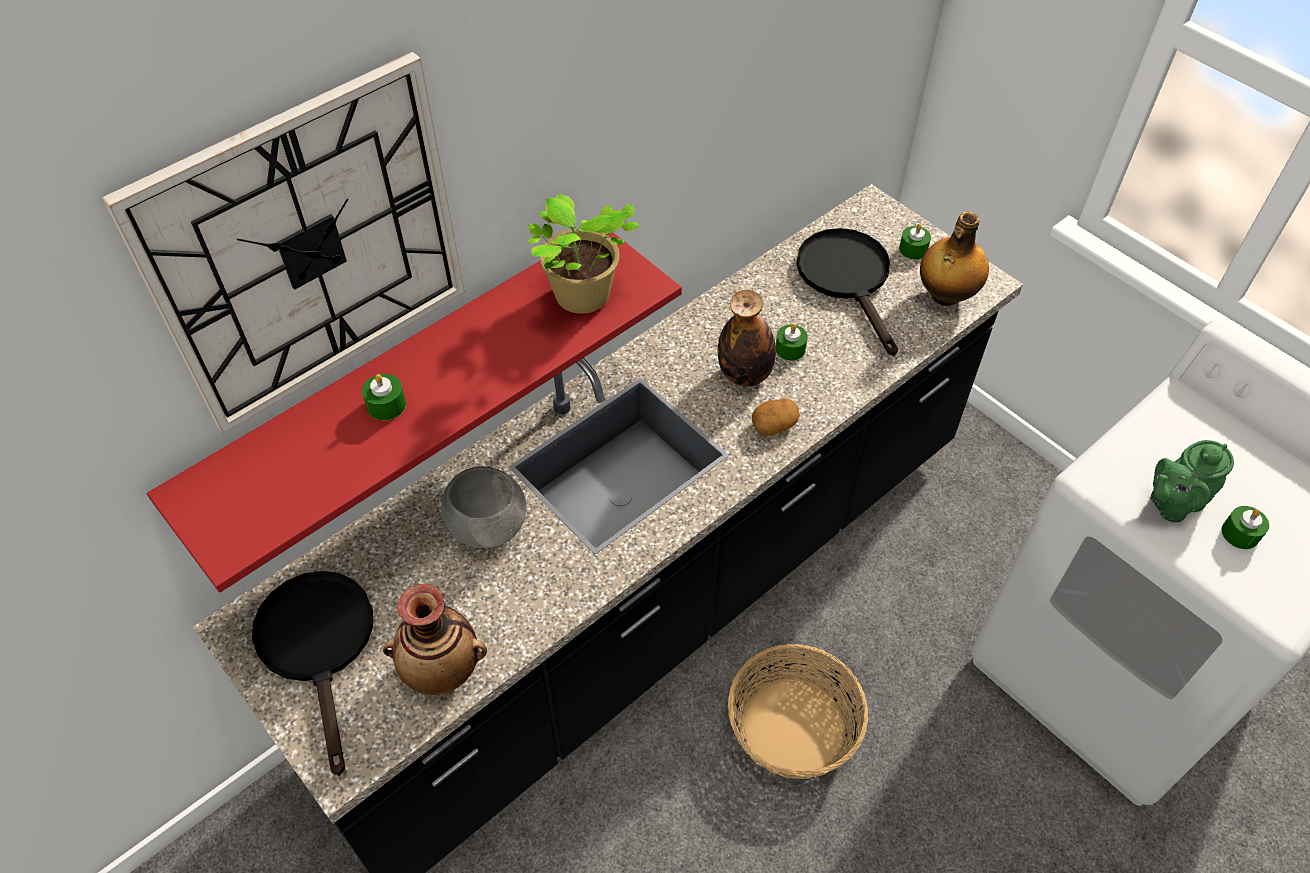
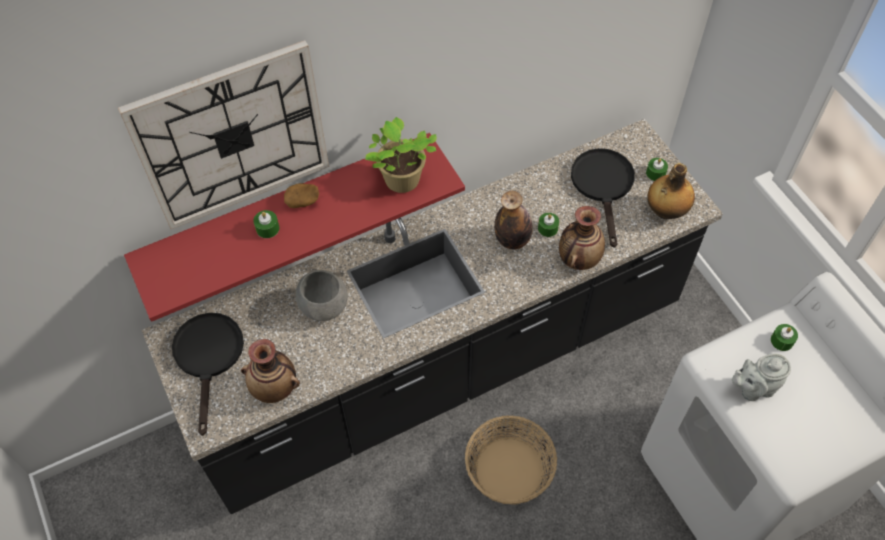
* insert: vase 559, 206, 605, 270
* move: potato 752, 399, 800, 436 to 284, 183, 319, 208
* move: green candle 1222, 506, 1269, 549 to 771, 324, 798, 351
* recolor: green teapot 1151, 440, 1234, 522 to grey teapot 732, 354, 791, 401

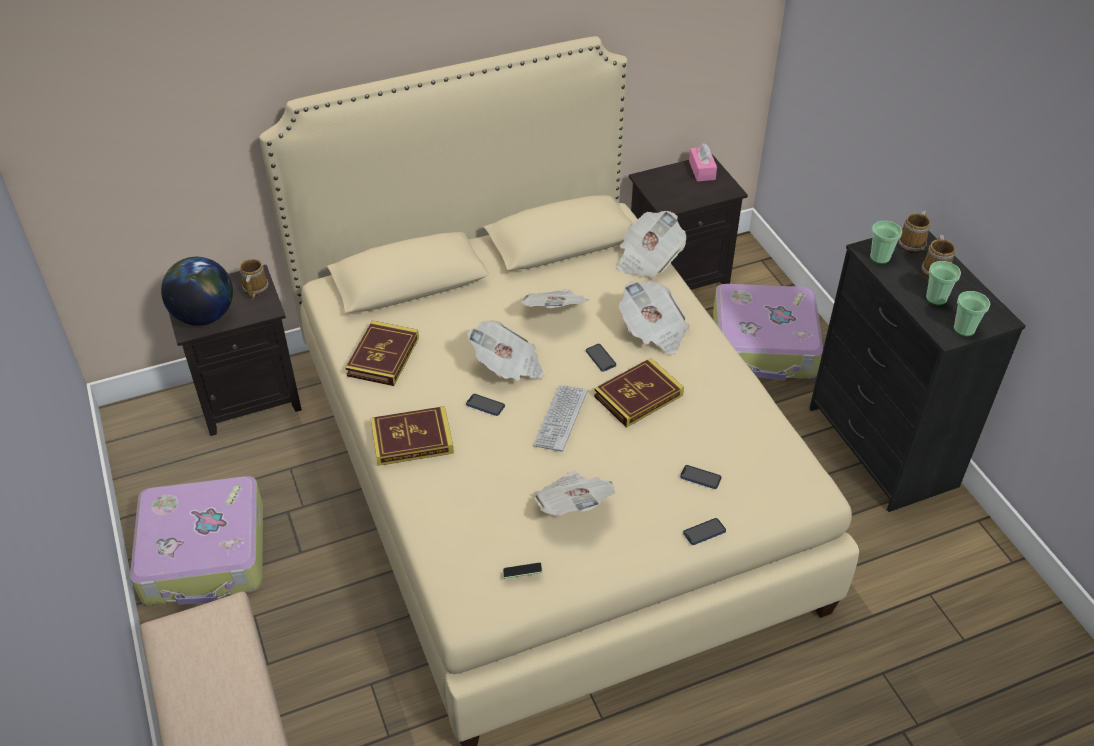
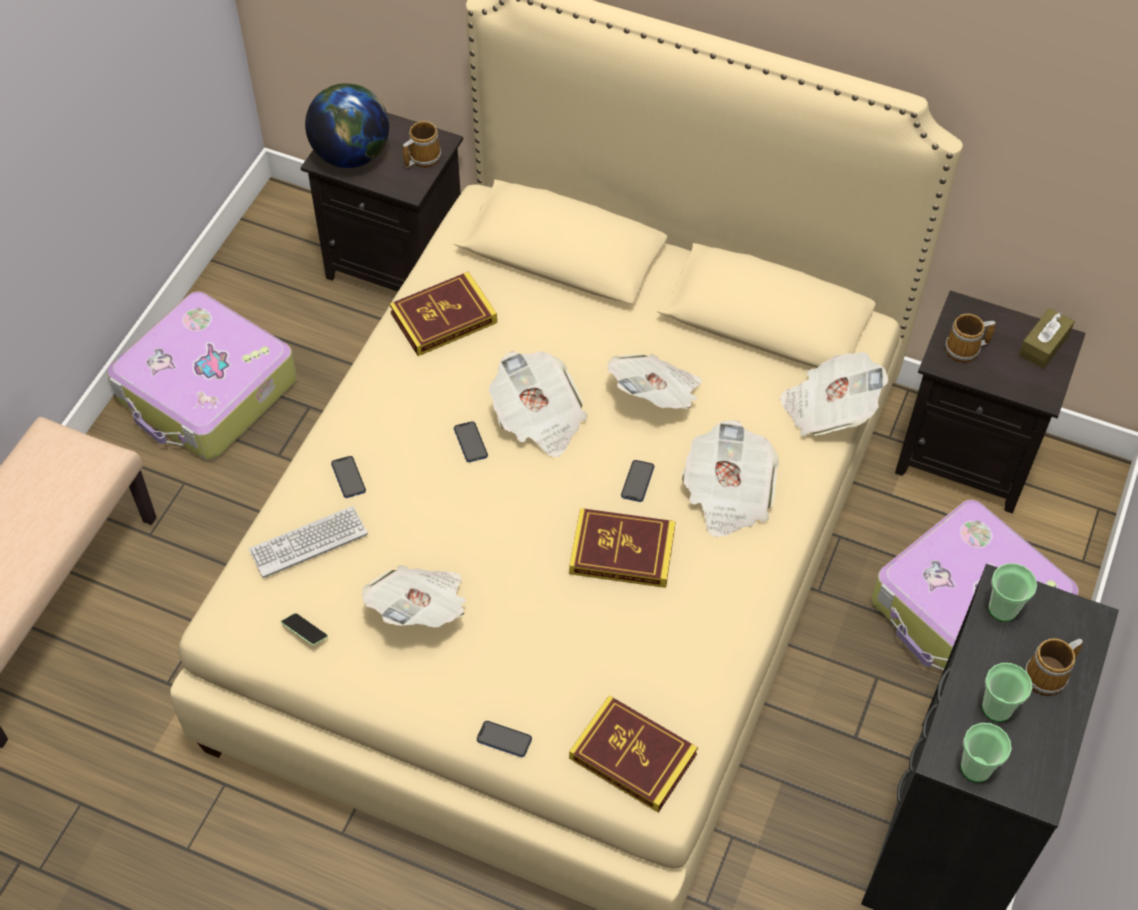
* move: book 371, 406, 454, 466 to 569, 695, 698, 813
* move: keyboard 533, 385, 588, 452 to 249, 506, 368, 578
* move: phone 680, 465, 722, 489 to 331, 456, 366, 498
* move: mug 898, 211, 931, 254 to 945, 314, 996, 363
* recolor: pink tissue box 689, 143, 717, 182 to brown tissue box 1019, 308, 1075, 369

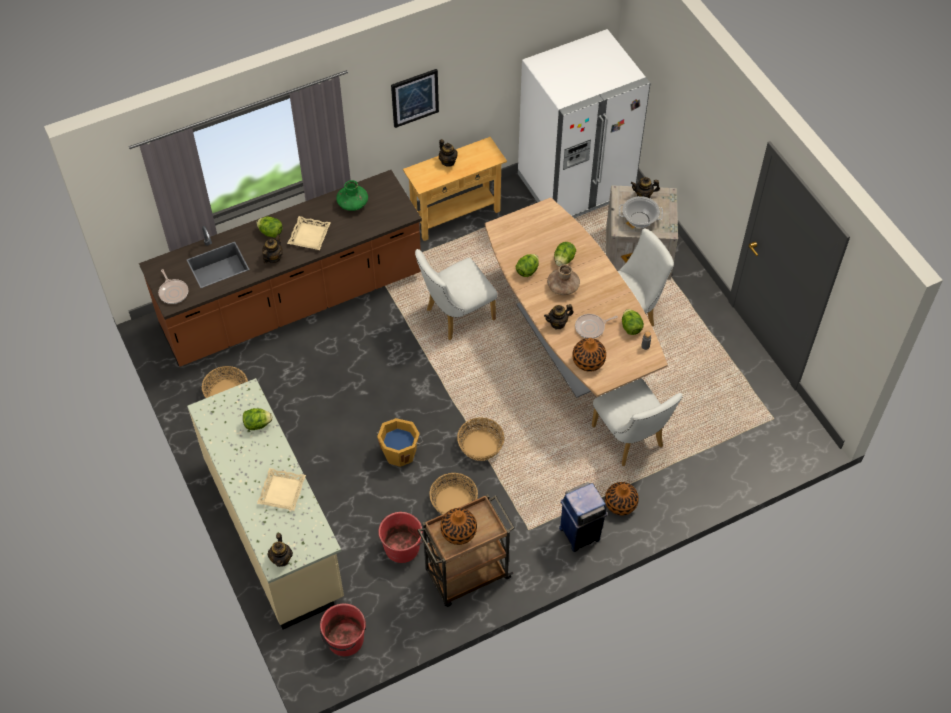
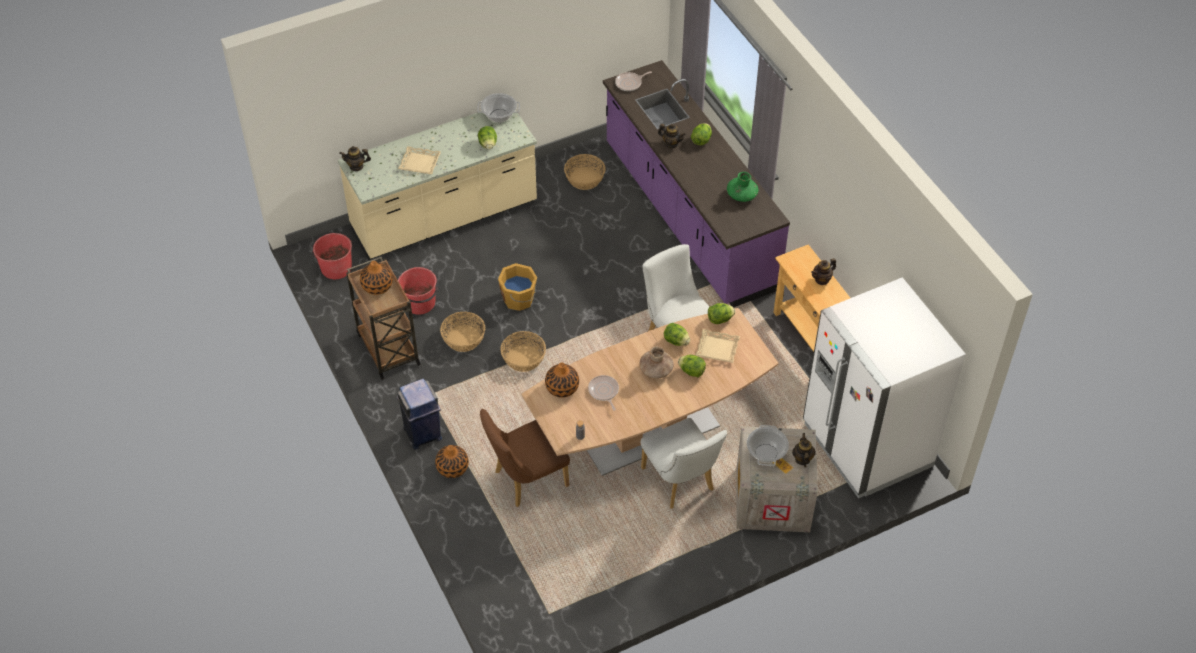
* delete: picture 391, 69, 439, 128
* delete: teapot 544, 304, 574, 329
* insert: cooking pot 477, 93, 520, 123
* move: beige tray 287, 216, 331, 250 to 695, 329, 740, 363
* move: lettuce 622, 309, 644, 335 to 708, 303, 735, 324
* recolor: brown counter 139, 170, 422, 367 to purple counter 603, 60, 790, 307
* recolor: white chair 592, 378, 682, 466 to brown chair 480, 409, 570, 507

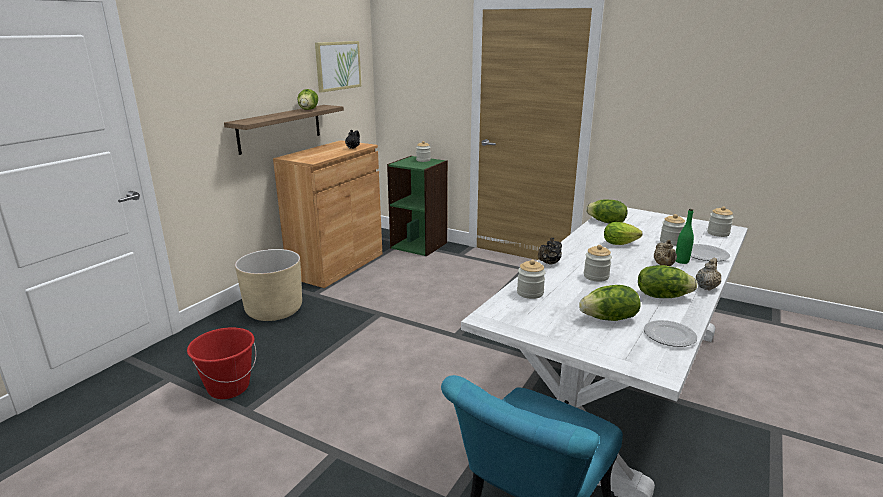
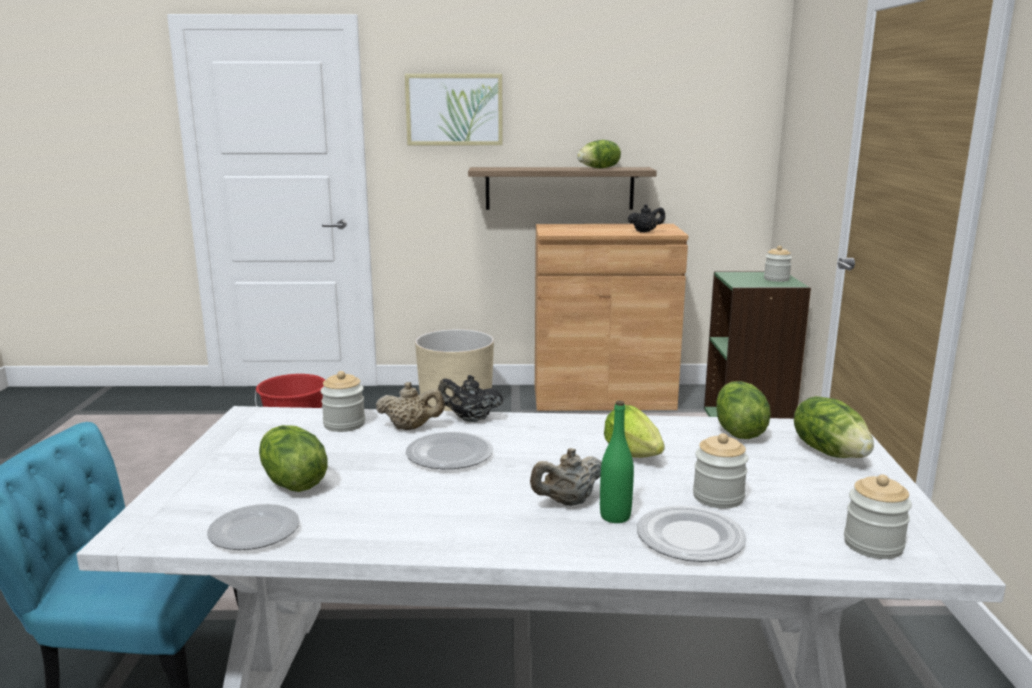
* move: picture 315, 41, 361, 93 to 405, 74, 503, 145
* move: lettuce 638, 265, 697, 298 to 794, 396, 874, 458
* move: beige teapot 696, 258, 721, 291 to 376, 382, 445, 430
* replace: jar 584, 245, 612, 282 to plate 406, 432, 493, 469

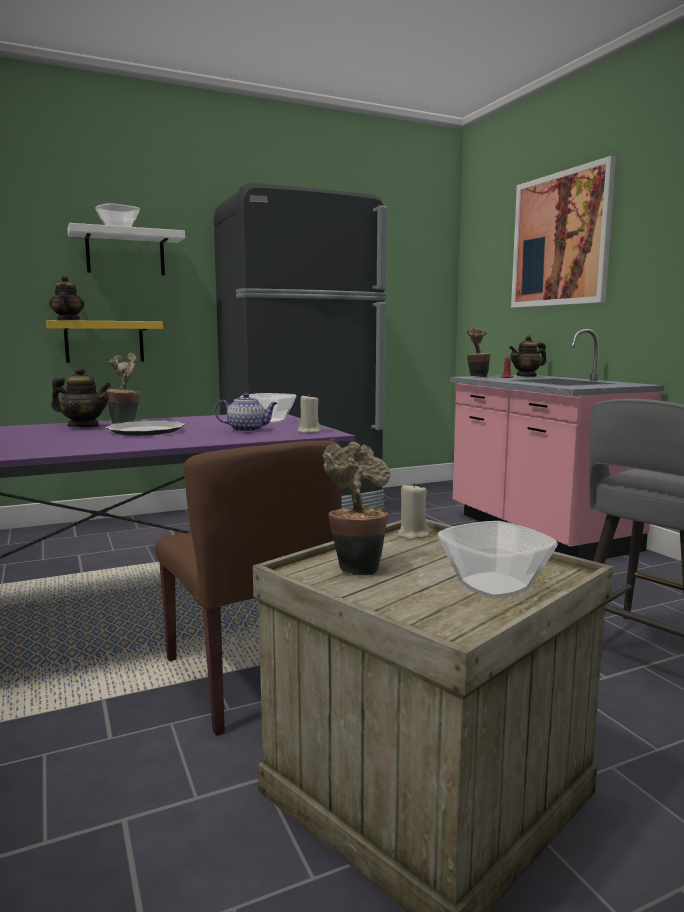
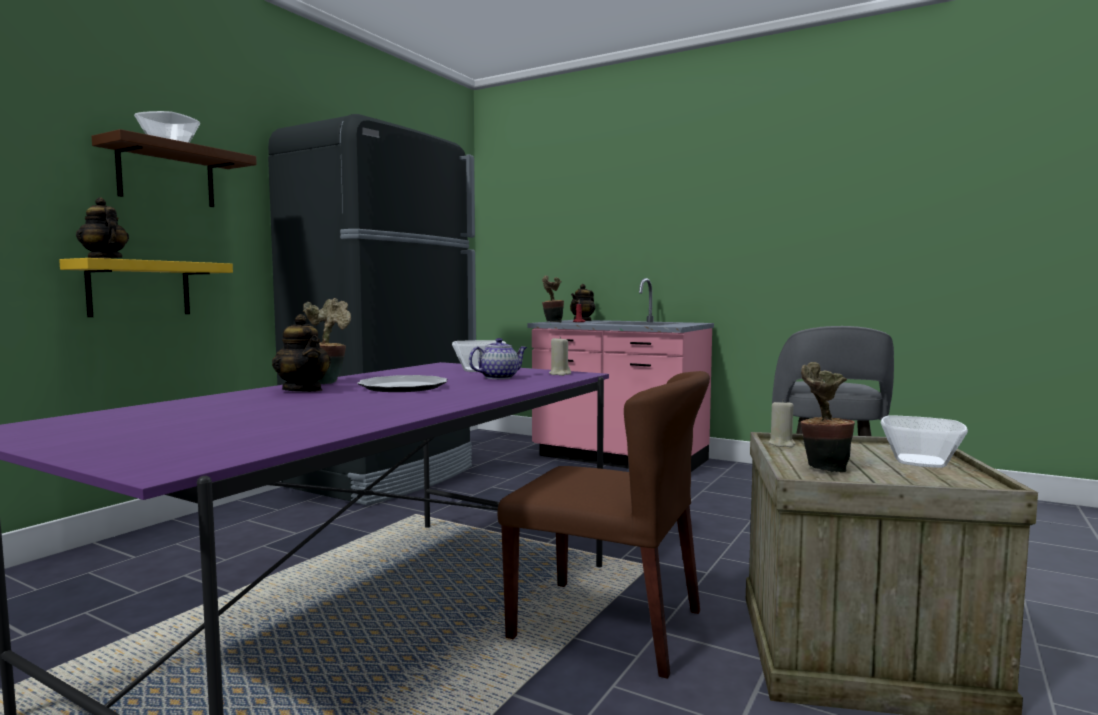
* delete: picture 511, 156, 616, 308
* recolor: white shelf 68, 223, 185, 275 to brown shelf 92, 129, 257, 207
* rotate: teapot 51, 366, 111, 427 = 272, 314, 331, 392 75 degrees clockwise

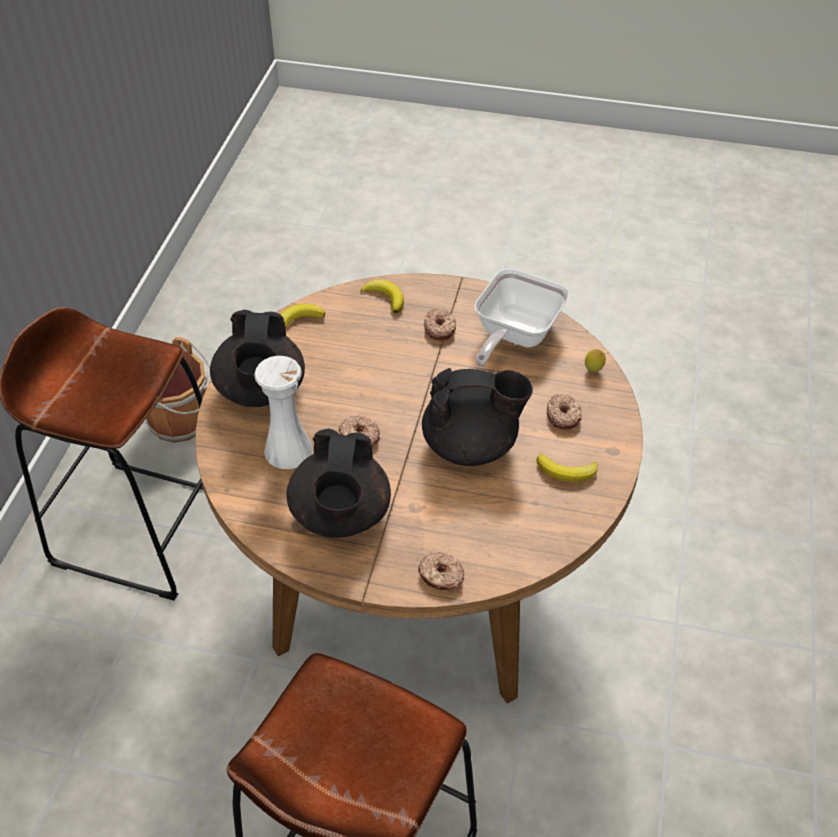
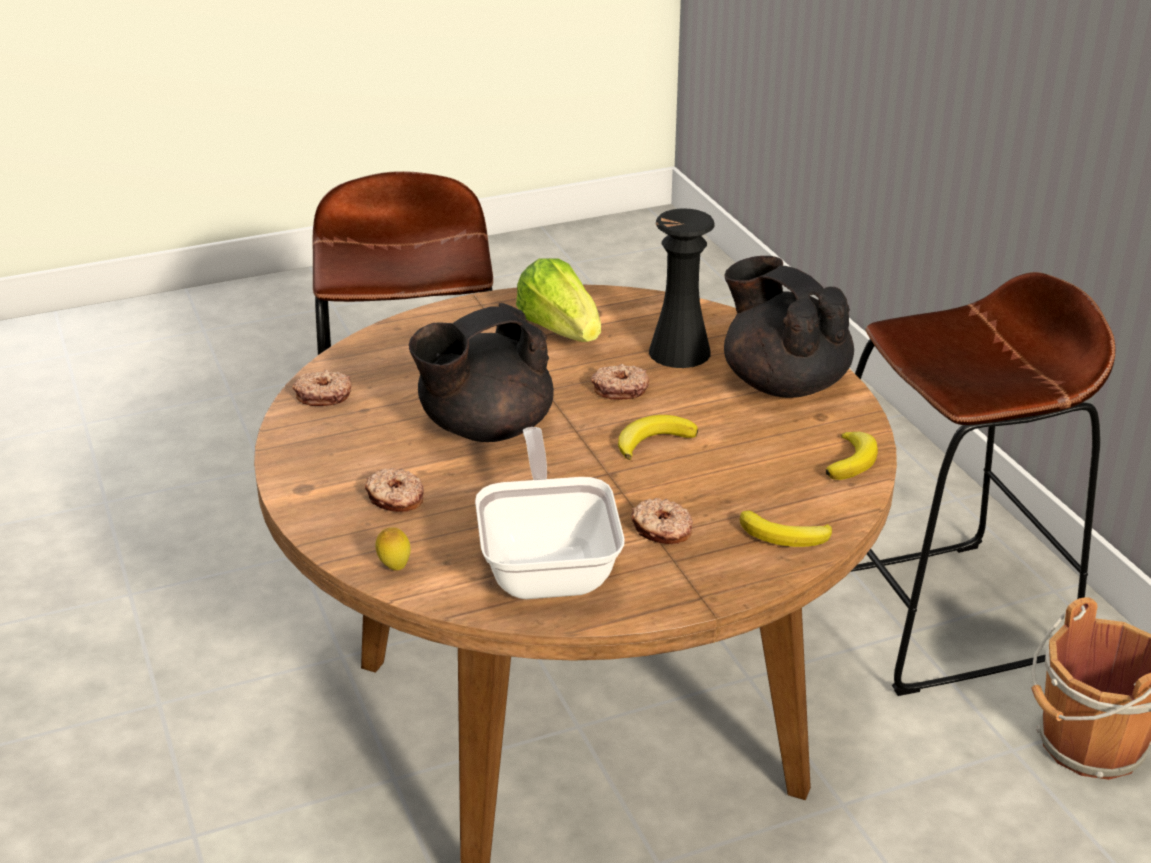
* move: donut 418, 552, 464, 590 to 292, 370, 351, 406
* move: banana 536, 454, 598, 482 to 618, 415, 698, 460
* replace: black teapot 286, 428, 391, 538 to lettuce 516, 258, 601, 342
* recolor: white vase 254, 356, 313, 469 to black vase 649, 208, 714, 368

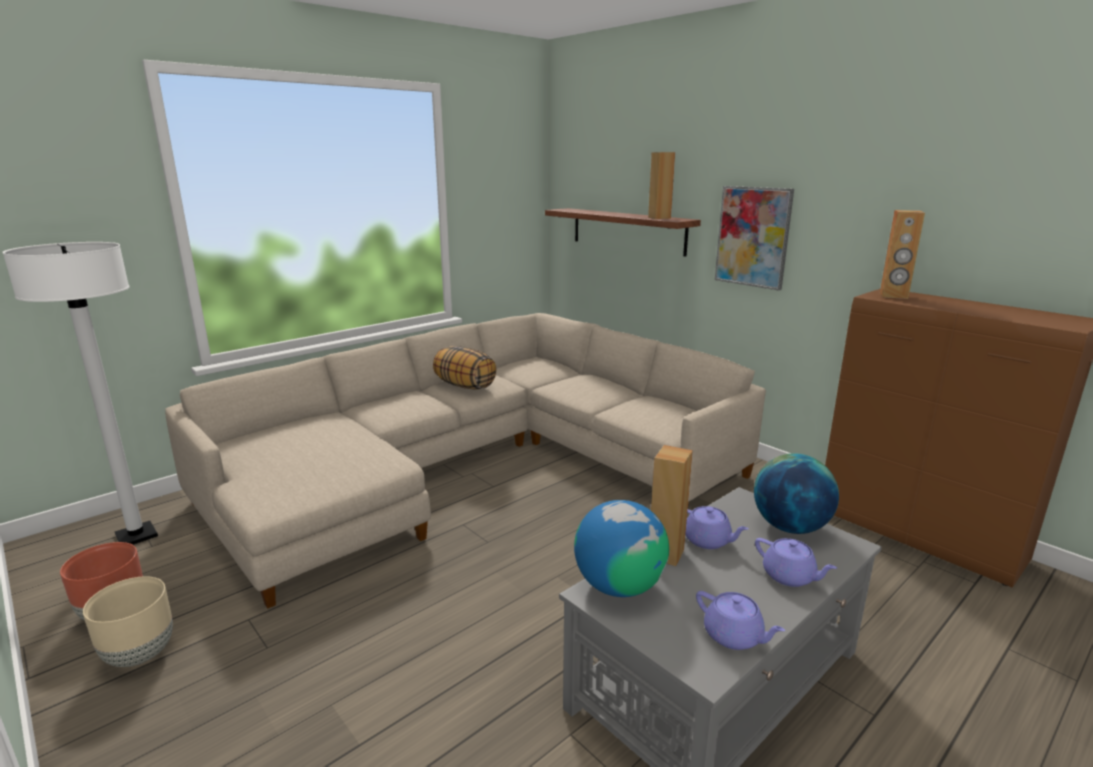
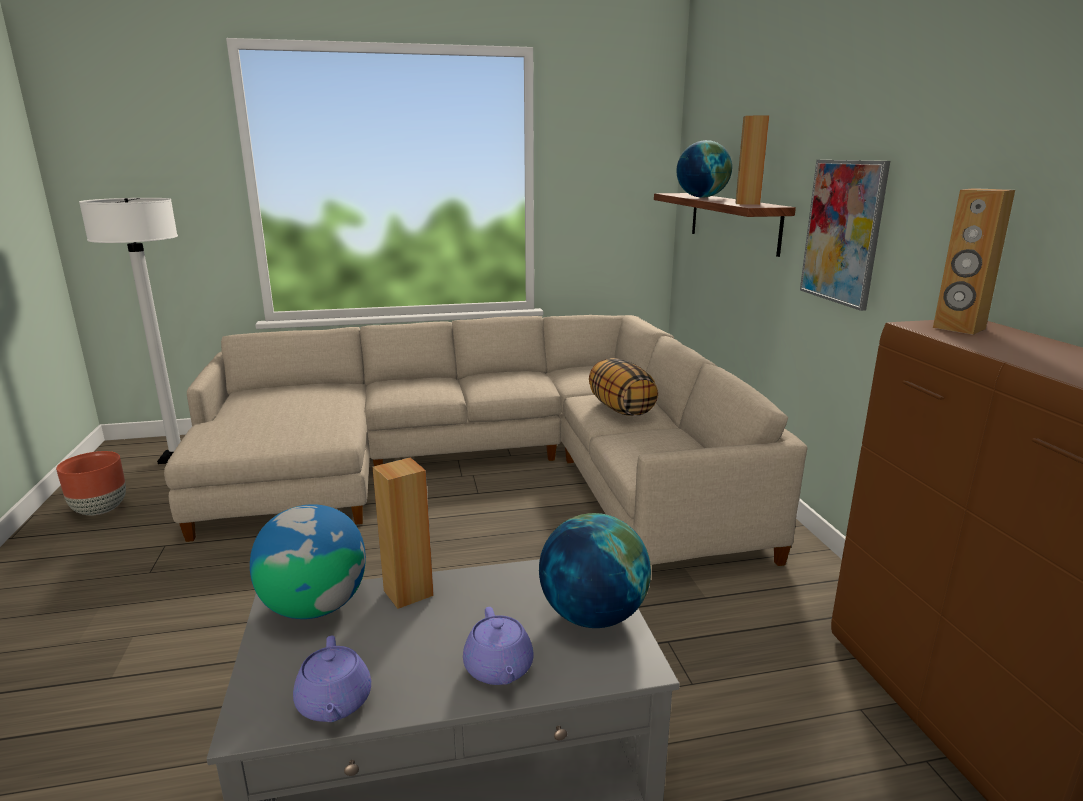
* delete: beige planter 83, 576, 173, 667
* delete: purple teapot 685, 506, 749, 549
* insert: globe 676, 140, 732, 198
* move: pillow 433, 346, 496, 390 to 589, 358, 658, 416

